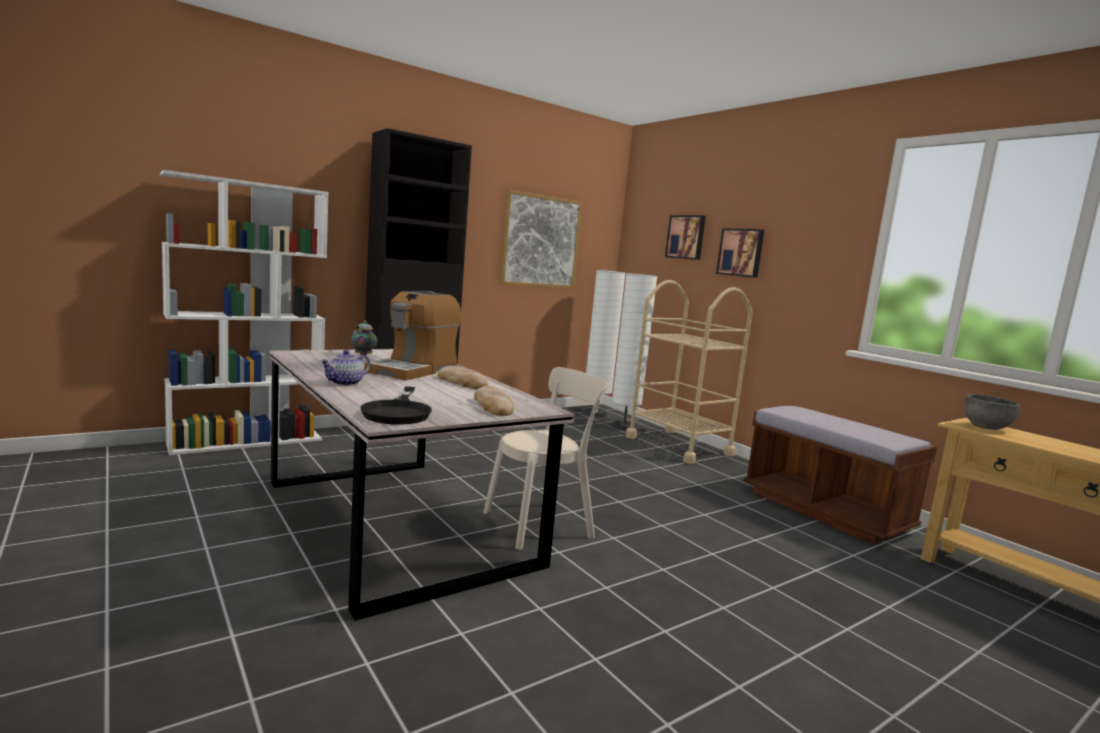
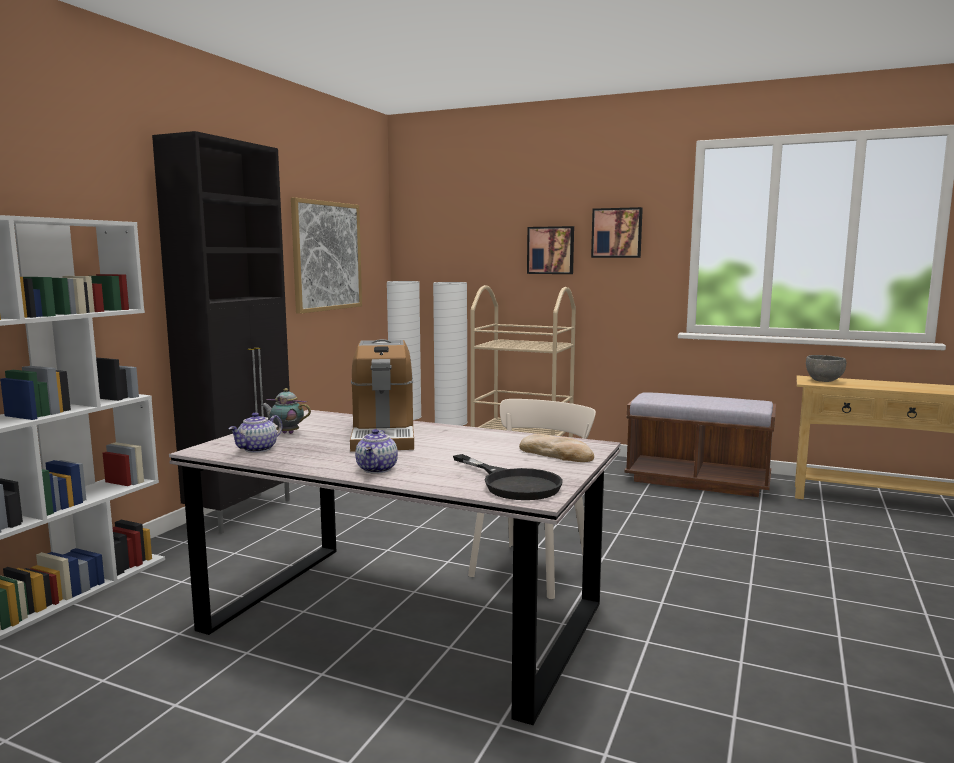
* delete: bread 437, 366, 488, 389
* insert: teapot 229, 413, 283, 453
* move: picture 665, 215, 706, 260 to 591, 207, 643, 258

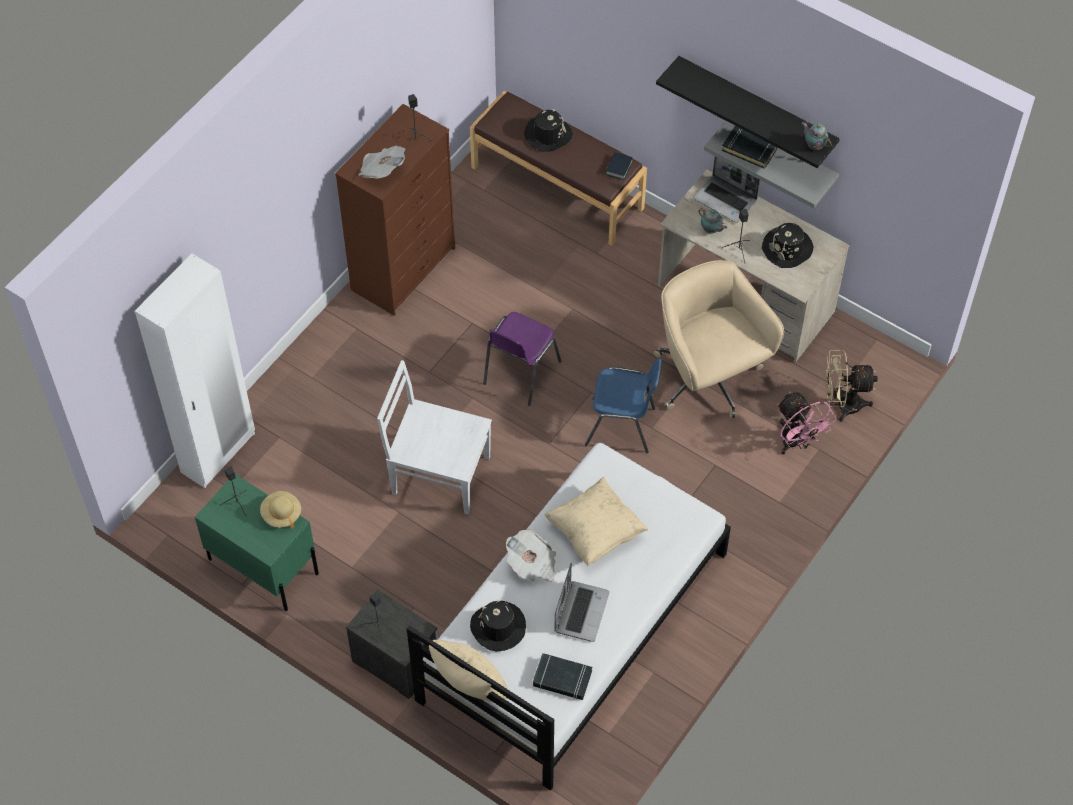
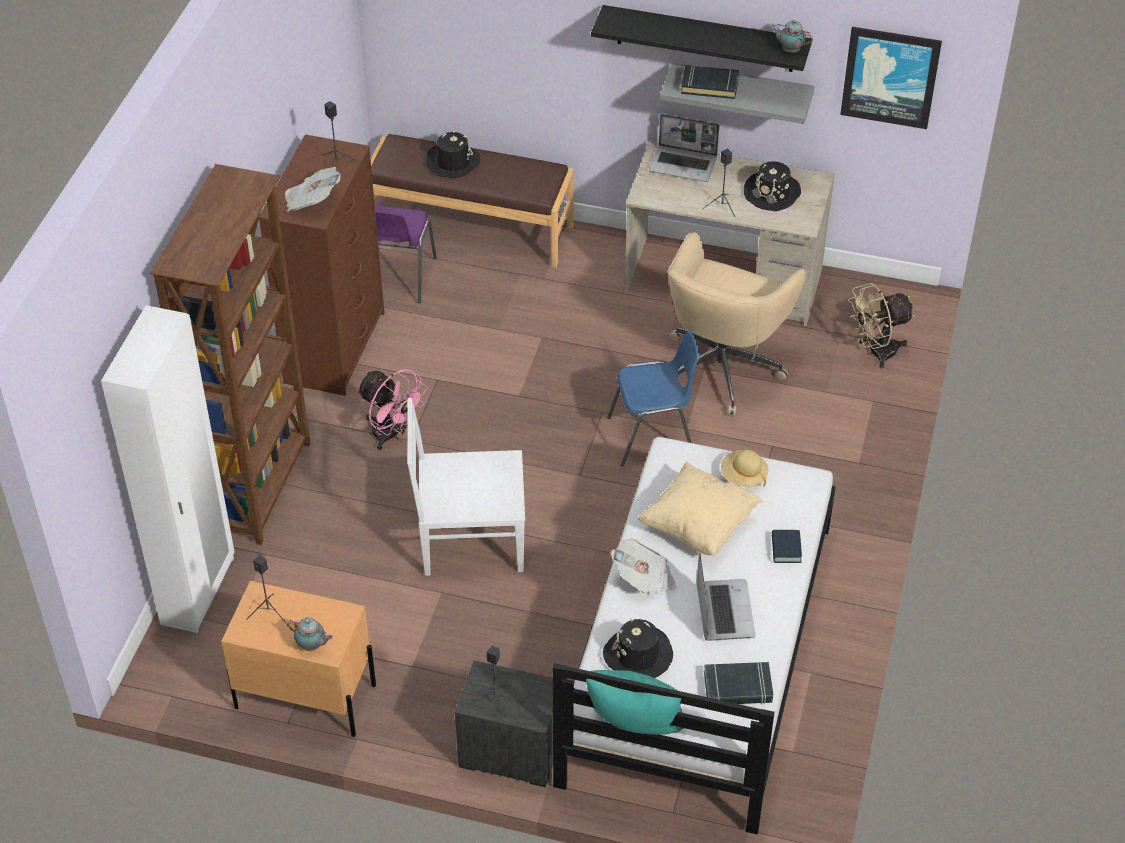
* insert: brown bookcase 150, 164, 310, 545
* insert: picture 840, 27, 942, 129
* move: beige hat 260, 491, 301, 529 to 721, 450, 768, 487
* move: purple chair 483, 312, 561, 406 to 375, 206, 437, 303
* move: book 605, 152, 633, 180 to 772, 530, 802, 563
* move: teapot 698, 207, 727, 234 to 287, 617, 333, 651
* move: pink fan 777, 391, 837, 454 to 357, 369, 427, 450
* recolor: green nightstand 195, 474, 319, 611 to beige nightstand 221, 581, 376, 737
* recolor: beige pillow 429, 640, 509, 701 to turquoise pillow 586, 670, 683, 735
* rotate: beige office chair 654, 260, 784, 419 = 668, 232, 807, 416 105 degrees counterclockwise

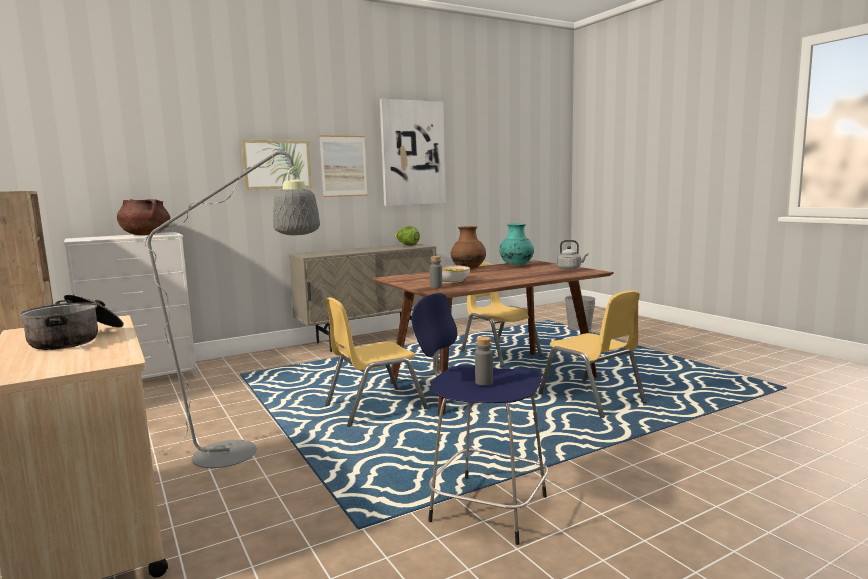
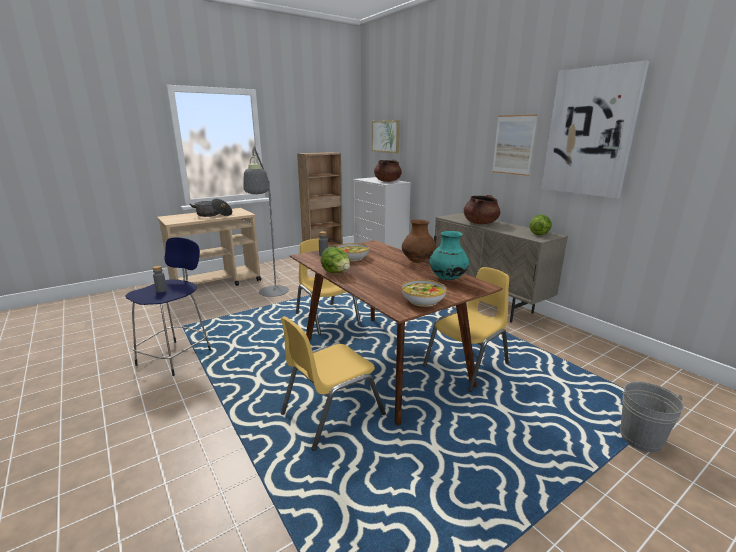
* insert: lettuce 321, 247, 350, 273
* insert: brown cooking pot 464, 195, 500, 224
* move: picture 241, 140, 312, 190 to 372, 120, 400, 153
* replace: grey kettle 557, 240, 588, 270 to bowl 401, 280, 447, 307

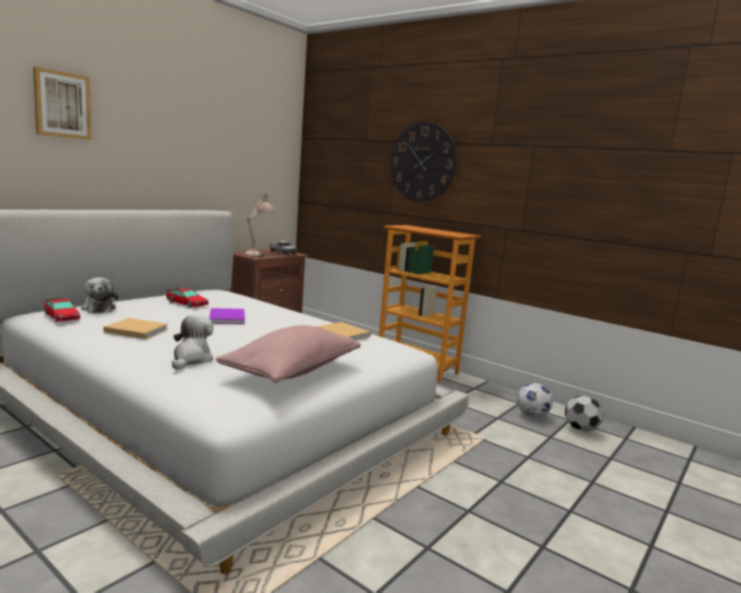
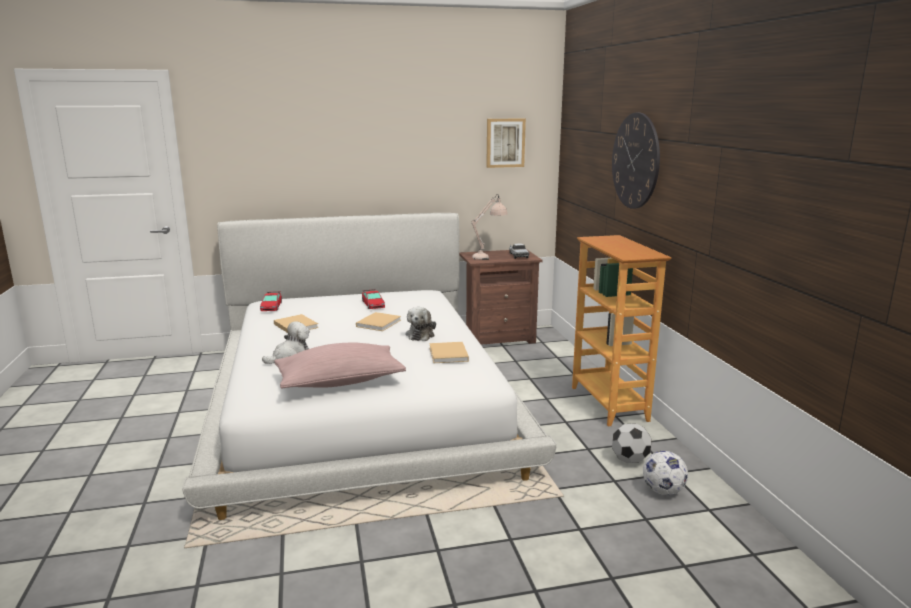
* move: picture 33, 67, 91, 140 to 486, 118, 526, 168
* move: plush toy 81, 277, 118, 313 to 406, 307, 436, 341
* move: football 565, 395, 604, 432 to 612, 424, 652, 463
* recolor: purple book 209, 308, 245, 324 to beige book 356, 312, 401, 331

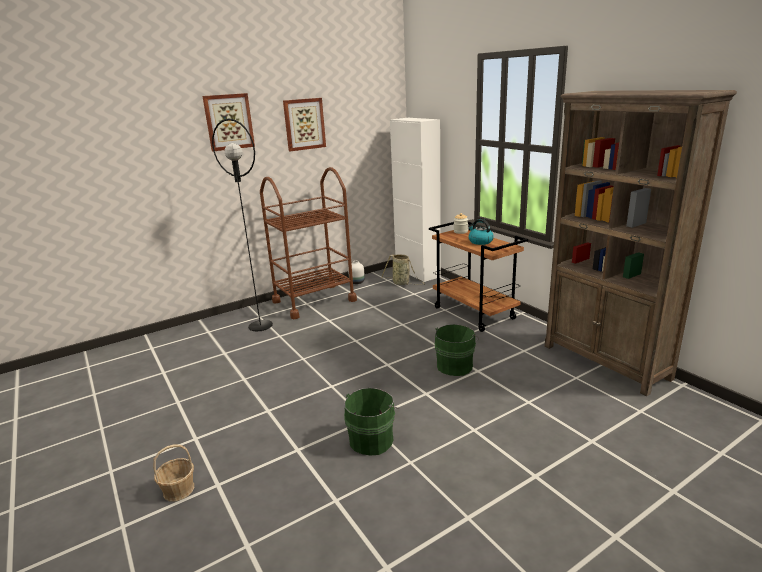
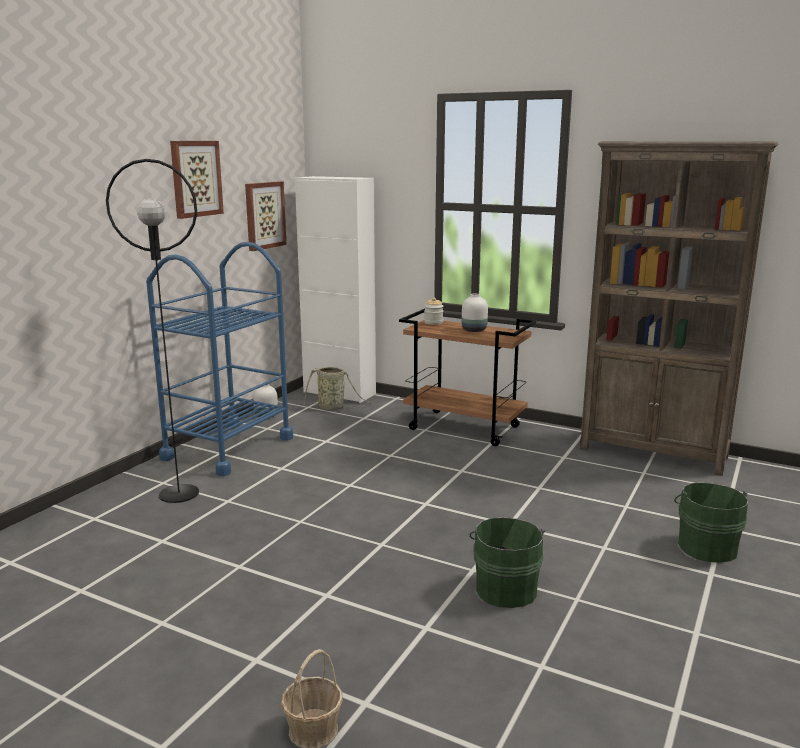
* move: picture 202, 93, 255, 151 to 245, 181, 286, 251
* move: green bucket 434, 324, 479, 376 to 674, 482, 748, 563
* replace: kettle 468, 219, 494, 245 to white vase 462, 294, 488, 332
* recolor: brown cart 260, 167, 357, 319 to blue cart 146, 242, 293, 476

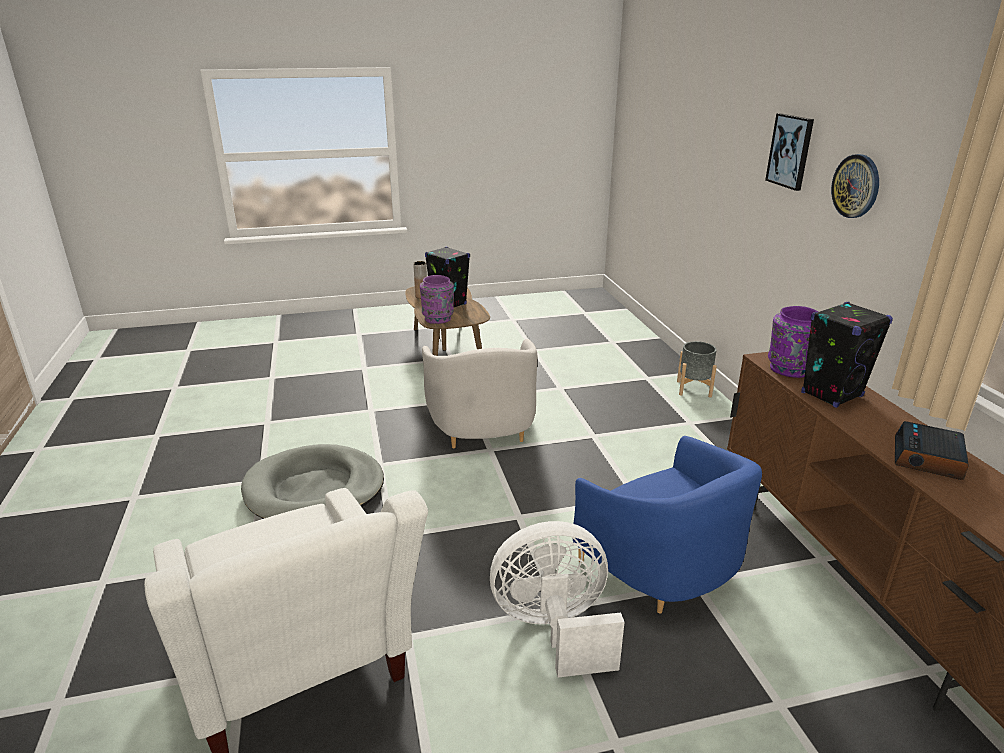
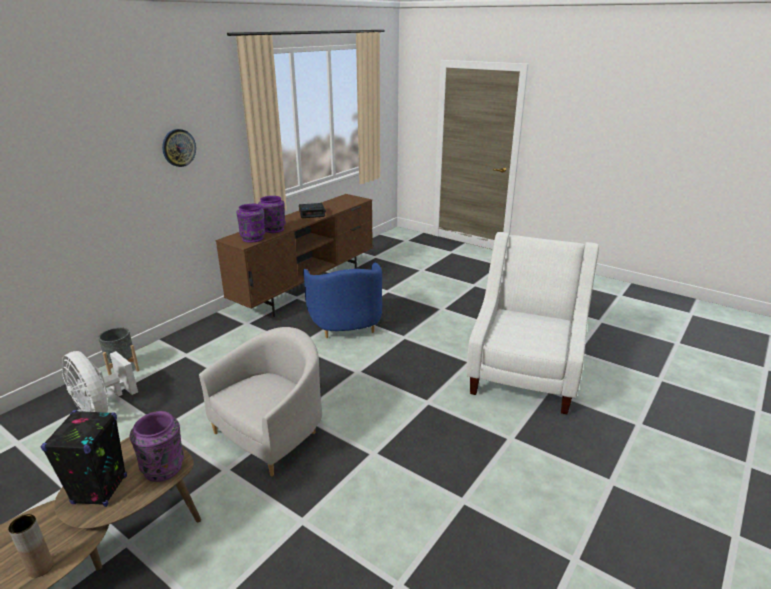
* delete: grey dog bed 241, 444, 384, 519
* delete: picture 765, 113, 814, 191
* move: white fan 490, 521, 624, 677 to 62, 351, 138, 413
* replace: black speaker 801, 302, 893, 408 to purple vase 258, 196, 286, 233
* rotate: blue armchair 573, 436, 762, 613 = 303, 263, 382, 338 150 degrees clockwise

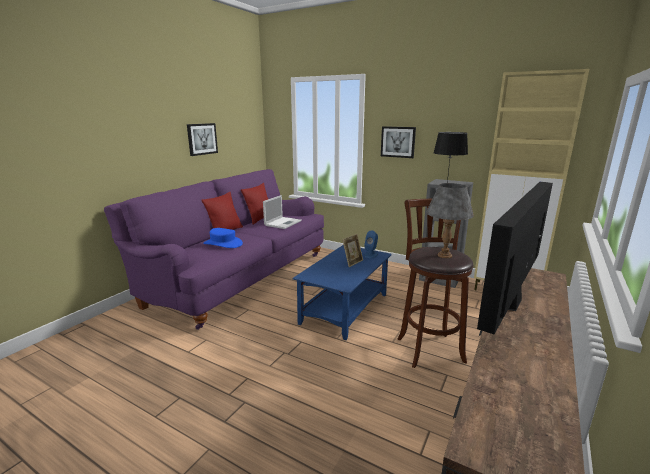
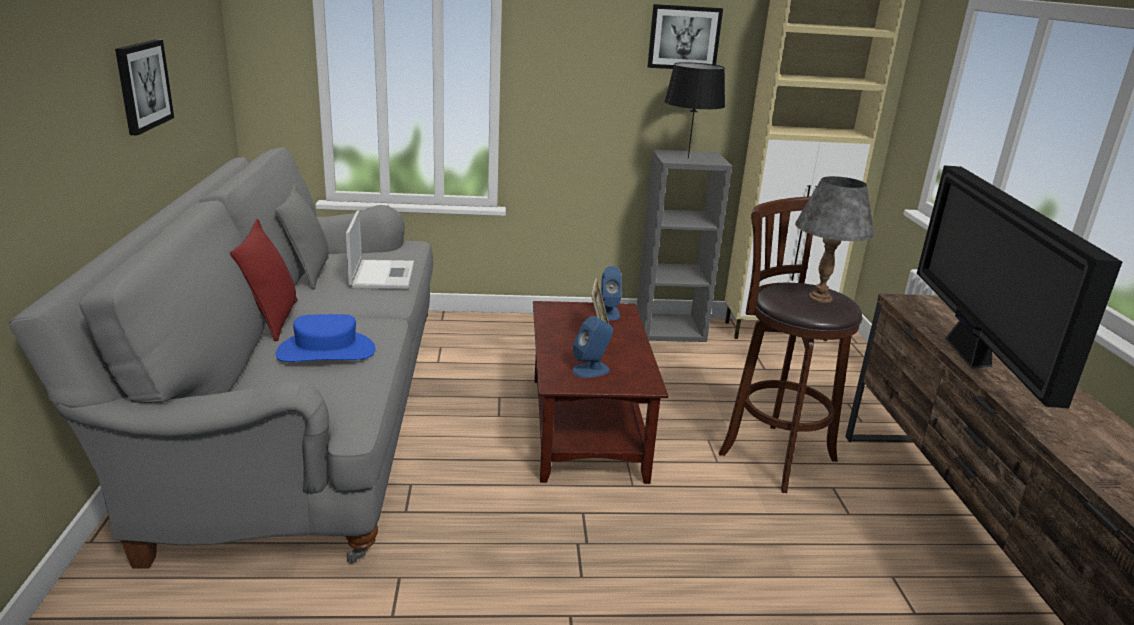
* insert: blue speaker 572, 316, 614, 378
* move: picture 381, 126, 416, 158 to 647, 4, 723, 69
* recolor: purple sofa 104, 169, 324, 330 to grey sofa 9, 147, 433, 568
* recolor: red pillow 241, 183, 268, 224 to grey pillow 275, 184, 329, 290
* recolor: blue coffee table 293, 245, 392, 340 to brown coffee table 533, 301, 668, 484

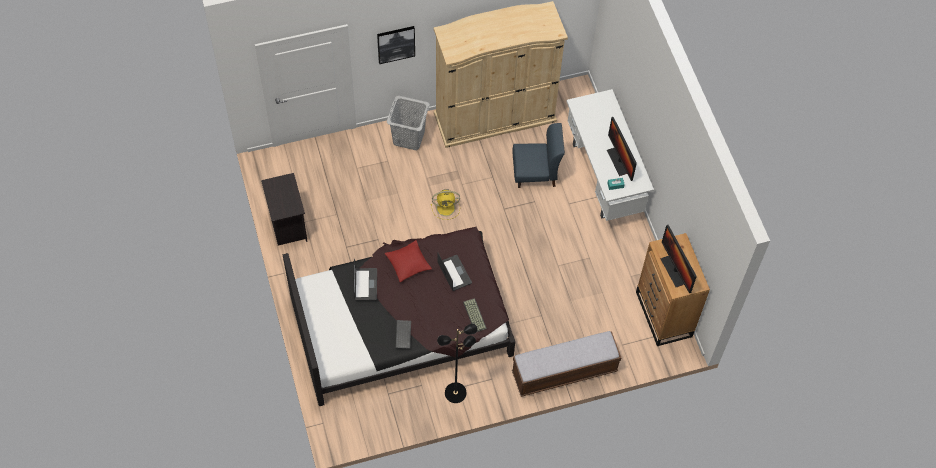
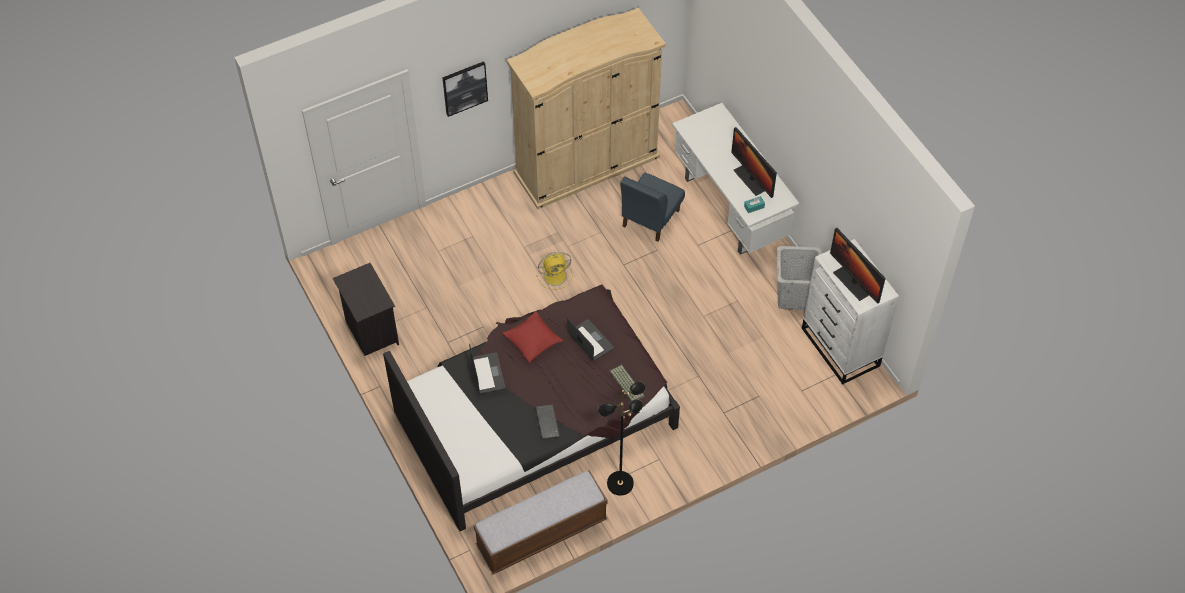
* move: grey laundry basket 387, 95, 430, 150 to 777, 246, 822, 310
* move: bench 512, 331, 622, 397 to 474, 471, 607, 574
* recolor: brown dresser 636, 233, 710, 346 to white dresser 802, 239, 899, 385
* rotate: blue chair 512, 123, 565, 188 = 620, 173, 685, 242 135 degrees clockwise

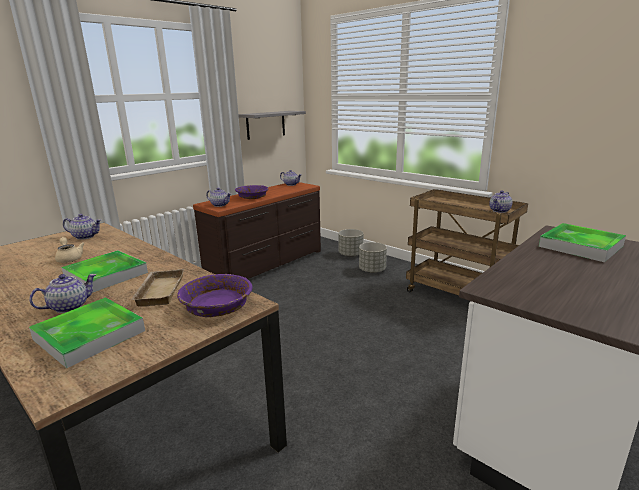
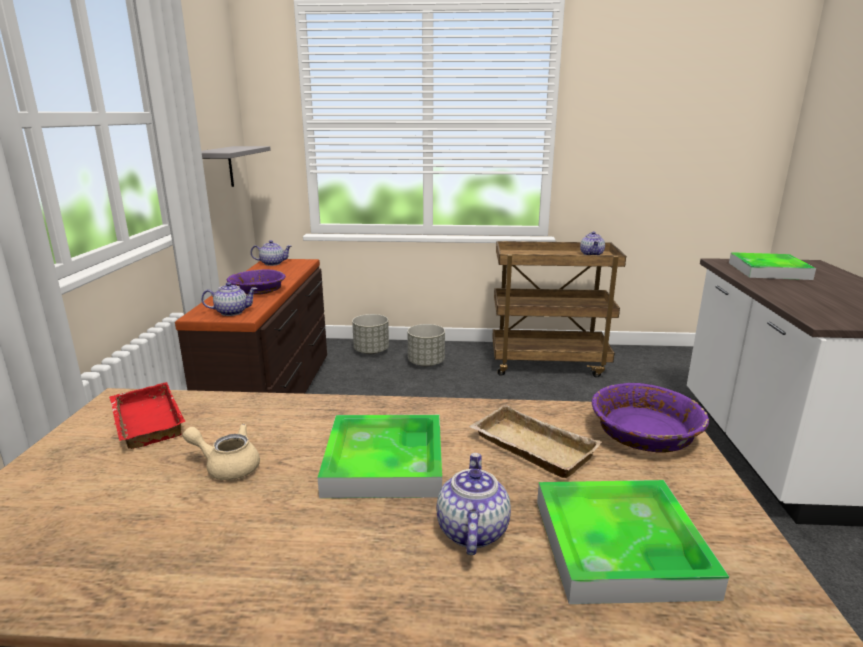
* replace: teapot 63, 214, 101, 240 to red tray 110, 382, 185, 449

